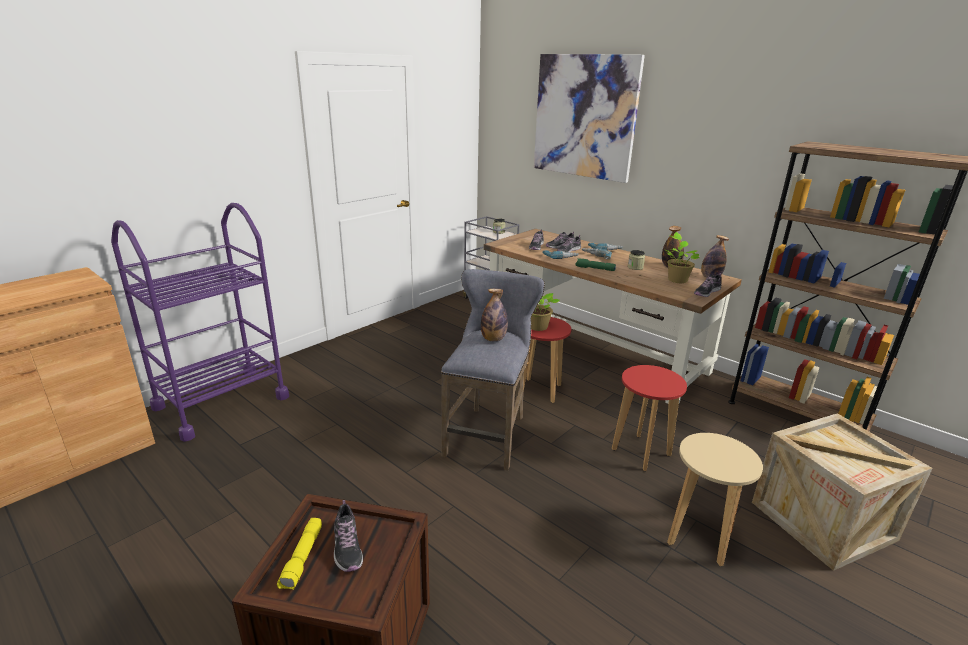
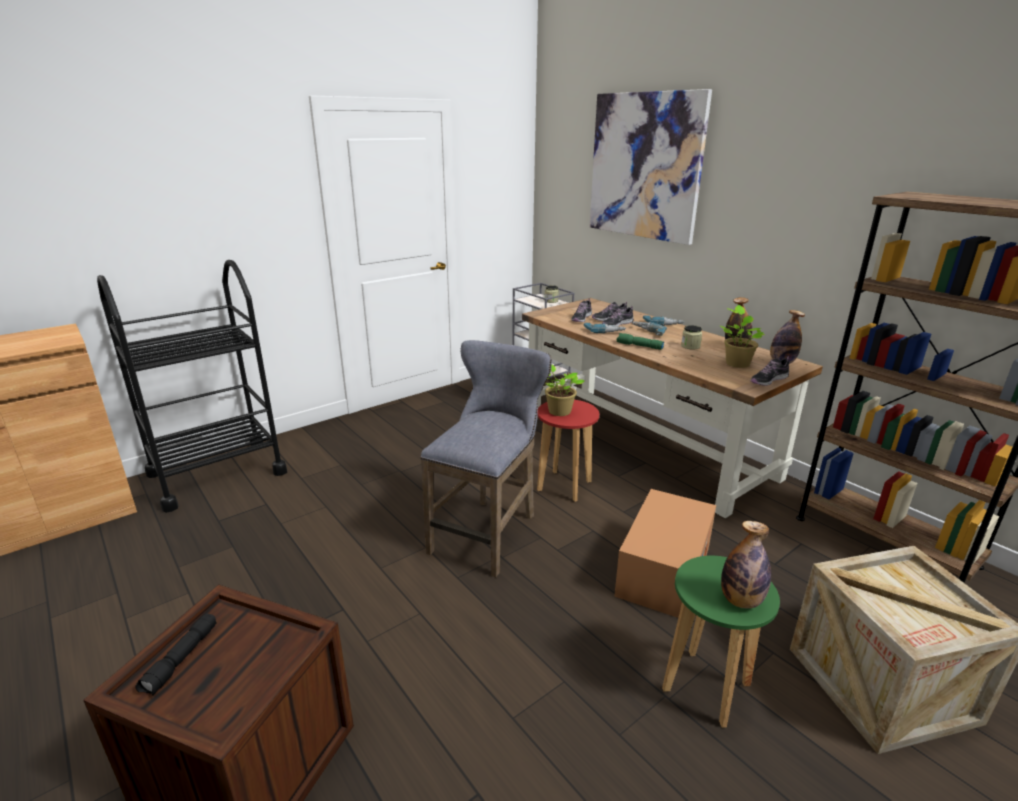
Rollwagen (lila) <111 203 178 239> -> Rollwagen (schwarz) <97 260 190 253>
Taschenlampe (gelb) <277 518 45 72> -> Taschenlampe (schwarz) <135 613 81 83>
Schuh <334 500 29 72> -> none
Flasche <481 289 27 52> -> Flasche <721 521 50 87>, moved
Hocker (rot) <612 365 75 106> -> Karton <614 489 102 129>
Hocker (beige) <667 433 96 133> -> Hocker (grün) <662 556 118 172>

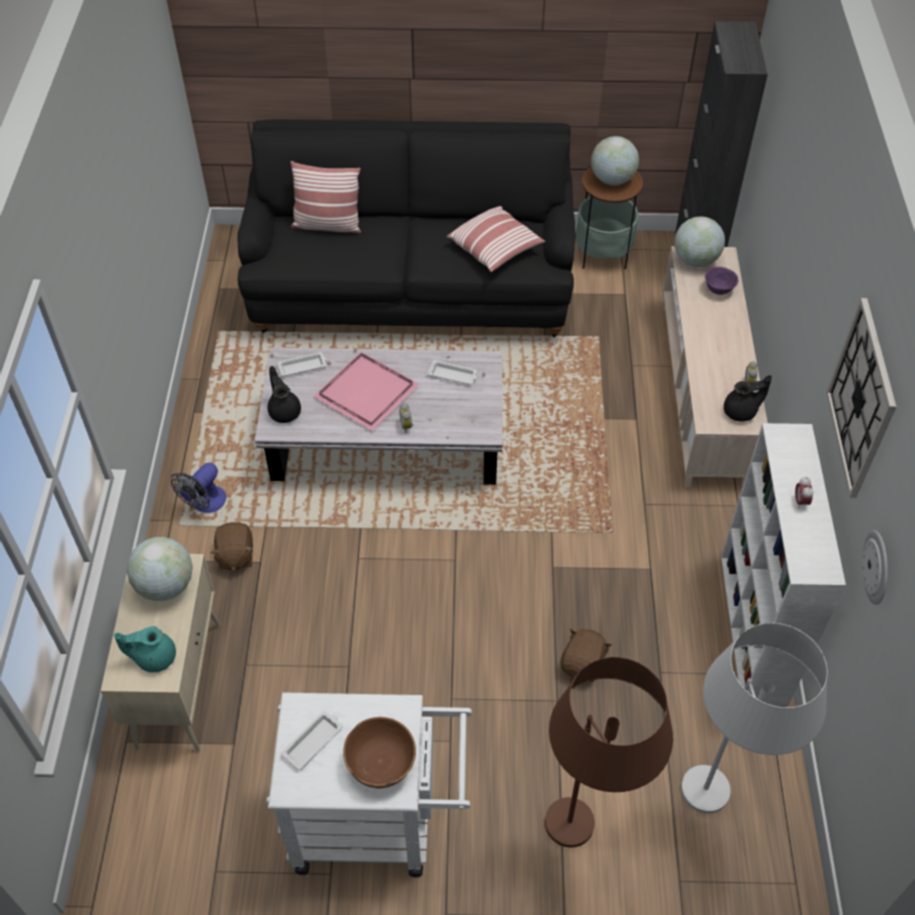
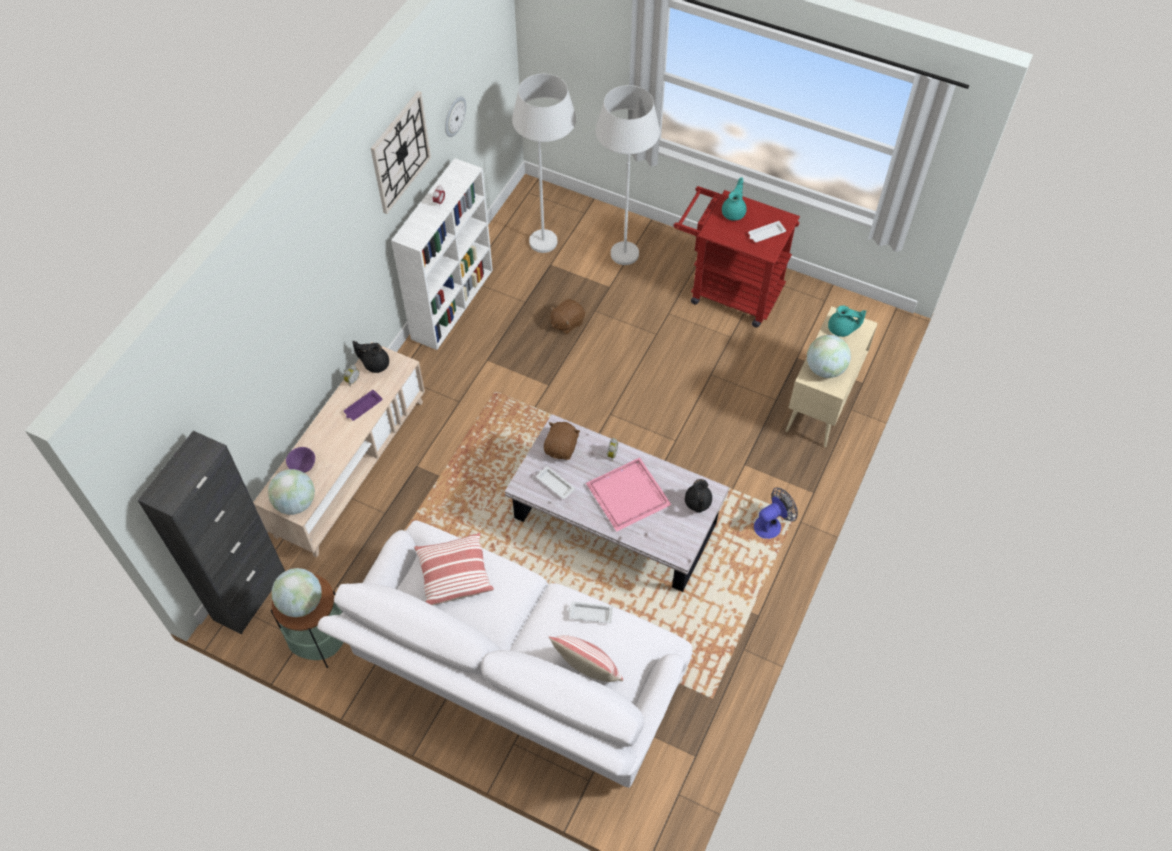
Plüschtier (braun) <211 522 42 49> -> Plüschtier (braun) <544 422 36 38>, moved
Sofa (schwarz) <237 119 339 218> -> Sofa (weiß) <317 520 376 268>
Rollwagen (weiß) <266 692 206 185> -> Rollwagen (rot) <673 186 127 142>
Tablett (weiß) <277 352 50 25> -> Tablett (weiß) <568 602 45 21>, moved
Schüssel (braun) <343 717 73 72> -> Teekanne (türkis) <722 177 25 43>
Stehlampe (braun) <545 657 128 191> -> Stehlampe (weiß) <596 85 64 180>
none -> Tablett (lila) <344 390 39 31>

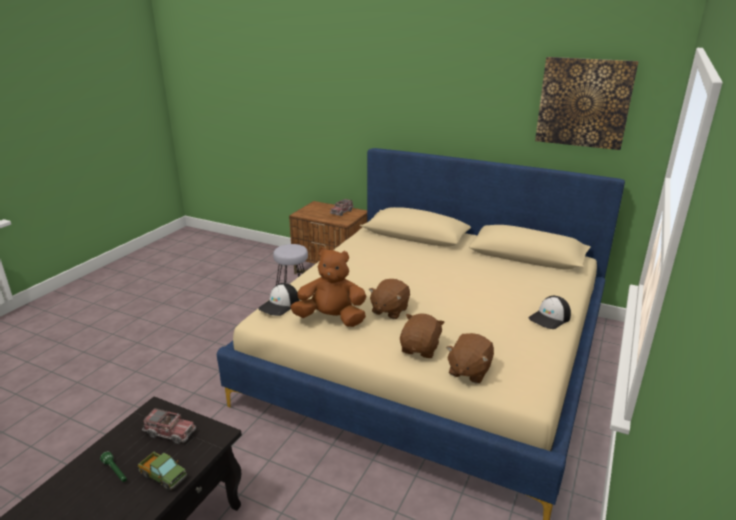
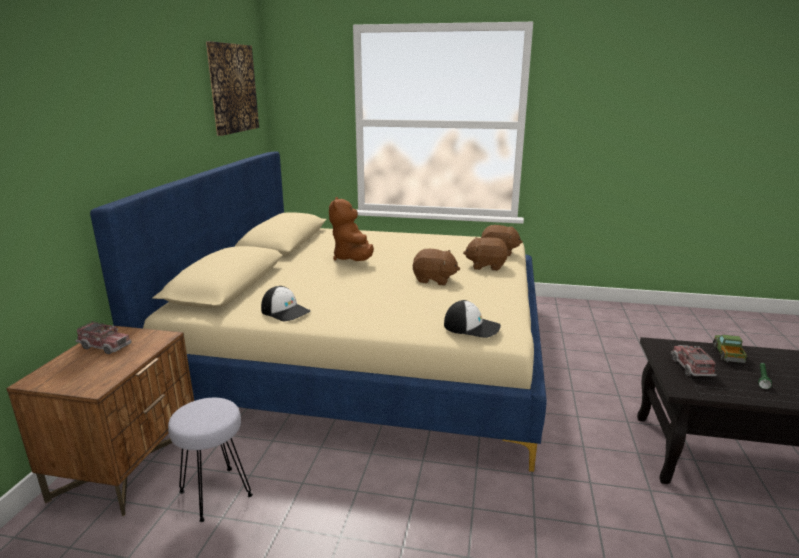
Plüschtier (braun) <290 247 76 80> -> Plüschtier (braun) <329 197 45 64>, moved
Kappe <529 296 42 33> -> Kappe <261 286 49 36>, moved

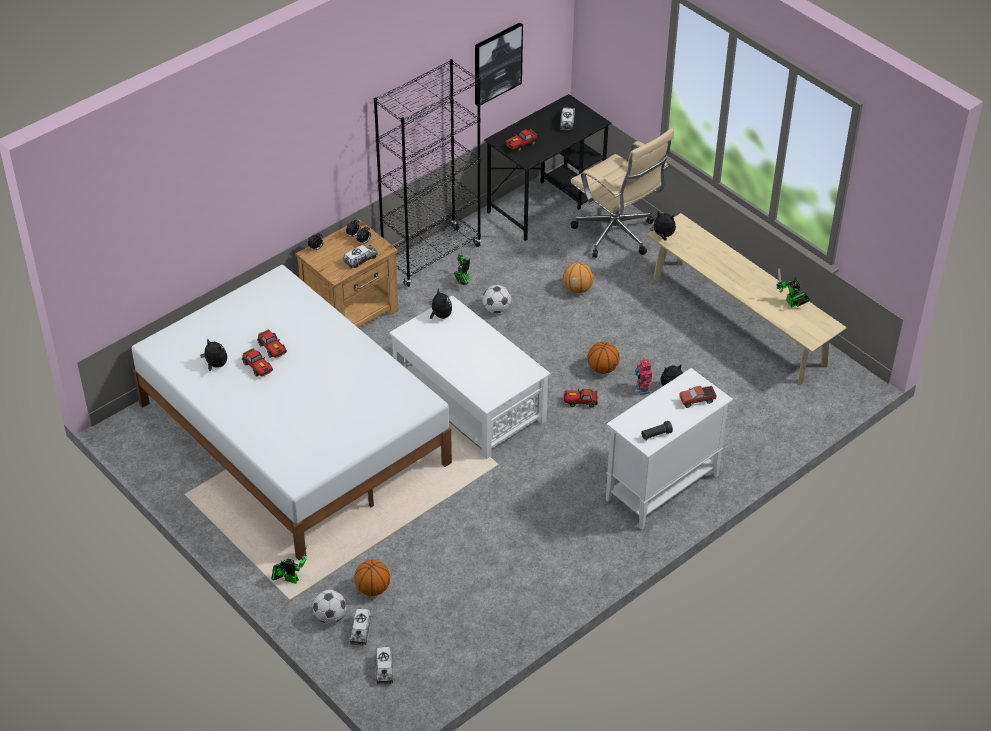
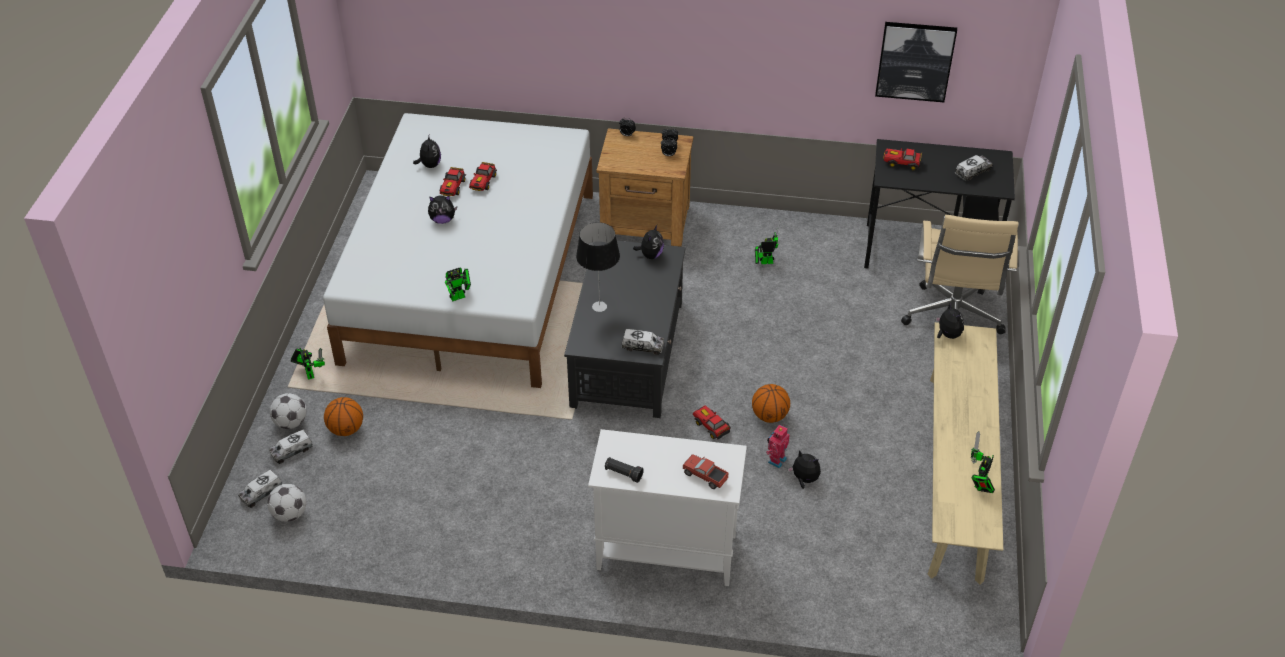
Spielzeuglaster <343 245 35 24> -> Spielzeuglaster <621 329 43 26>, moved
Bücherregal (schwarz) <374 59 108 228> -> none
Couchtisch (weiß) <389 295 162 164> -> Couchtisch (schwarz) <564 241 122 177>
Fußball <482 285 29 29> -> Fußball <267 484 39 38>, moved
Basketball <563 262 31 31> -> none
none -> Plüschtier <428 196 29 28>
none -> Spielzeugroboter <445 268 26 33>
none -> Tischlampe <576 222 44 90>

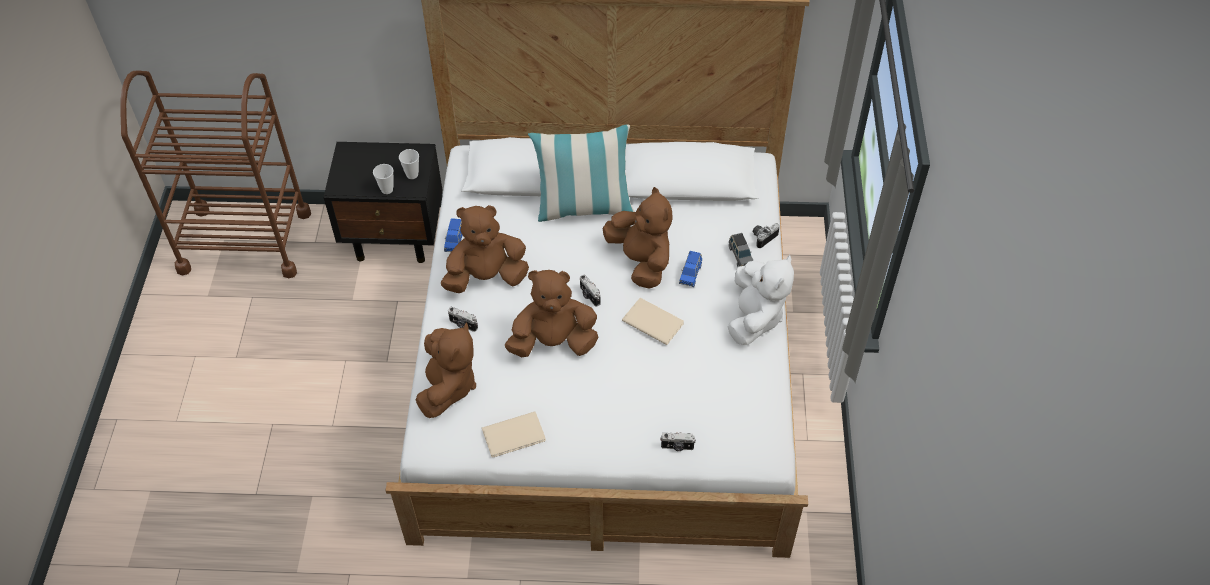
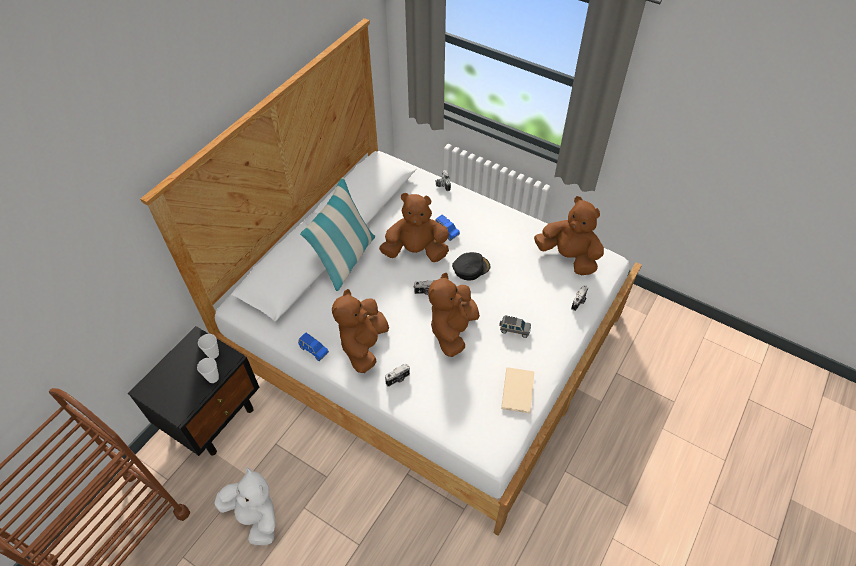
Plüschtier (braun) <415 322 61 96> -> Plüschtier (braun) <534 196 70 79>, moved
Buch (beige) <622 298 62 47> -> Kappe (schwarz) <452 252 38 28>
Plüschtier (weiß) <728 255 66 90> -> Plüschtier (weiß) <214 467 62 78>, moved
Spielzeugauto (grau) <729 233 24 34> -> Spielzeugauto (grau) <499 315 32 23>, moved

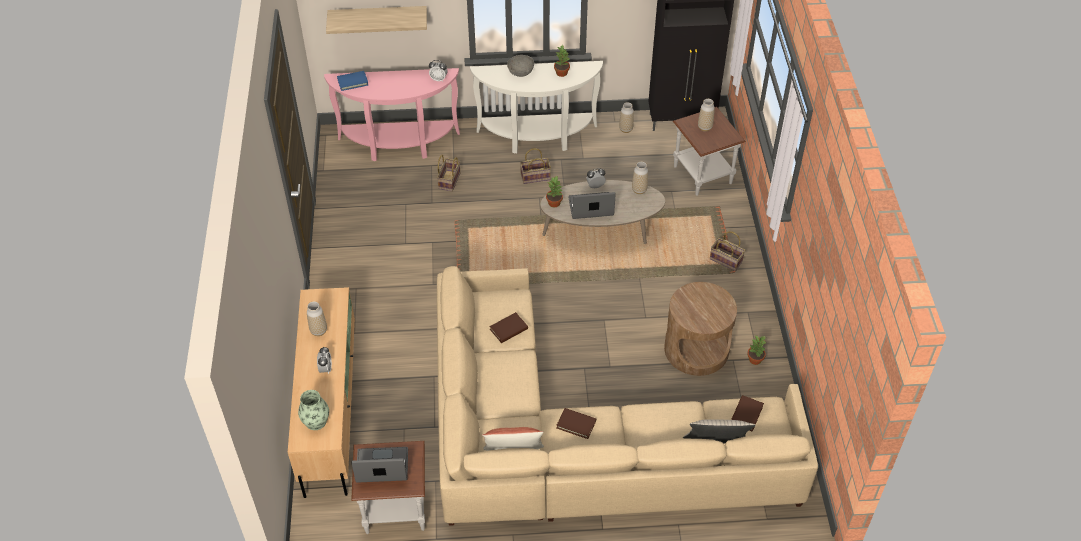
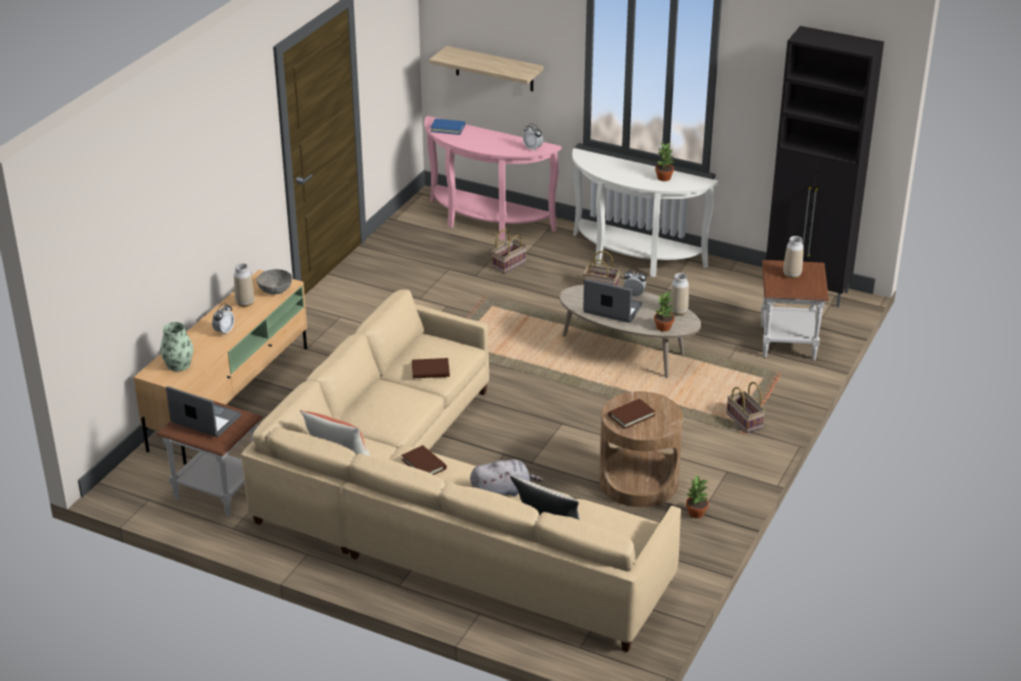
Schüssel (grau) <507 55 27 22> -> Schüssel (grau) <256 269 36 26>, moved
Topfpflanze <546 176 17 31> -> Topfpflanze <654 291 21 41>, moved
Vase <619 102 15 31> -> none
Buch (braun) <731 395 33 37> -> Buch (braun) <608 399 47 30>, moved
none -> Plüschtier (grau) <470 459 73 38>

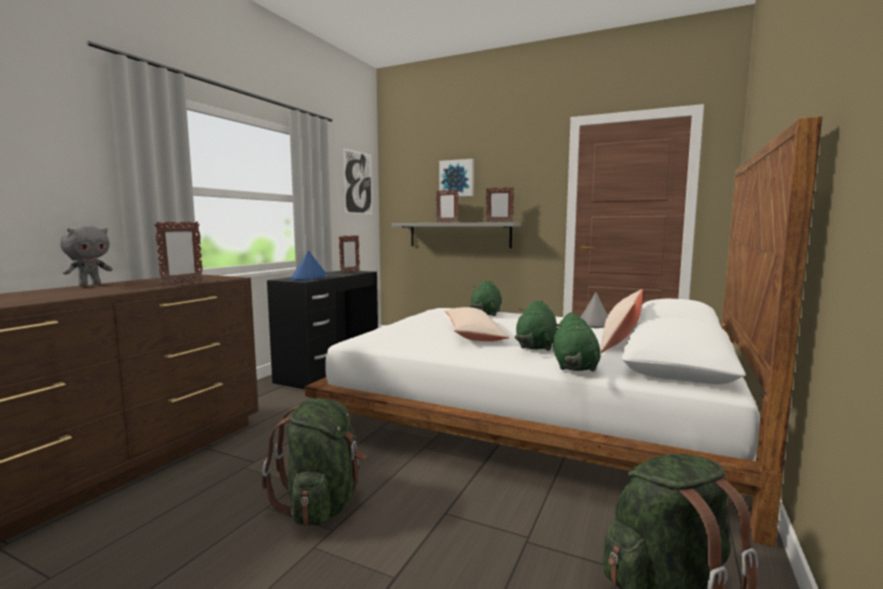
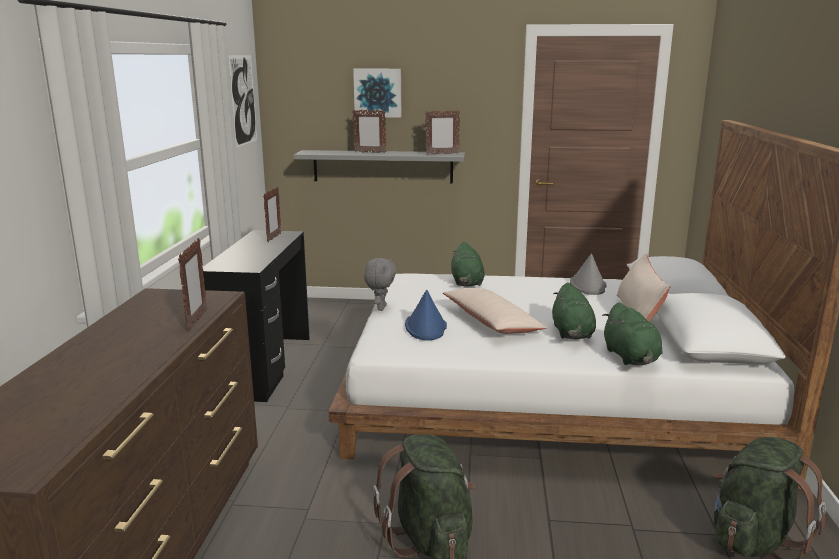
Plüschtier (grau) <60 225 52 61> -> Plüschtier (grau) <364 258 33 53>, moved
Hut (blau) <290 250 38 31> -> Hut (blau) <405 290 42 50>, moved

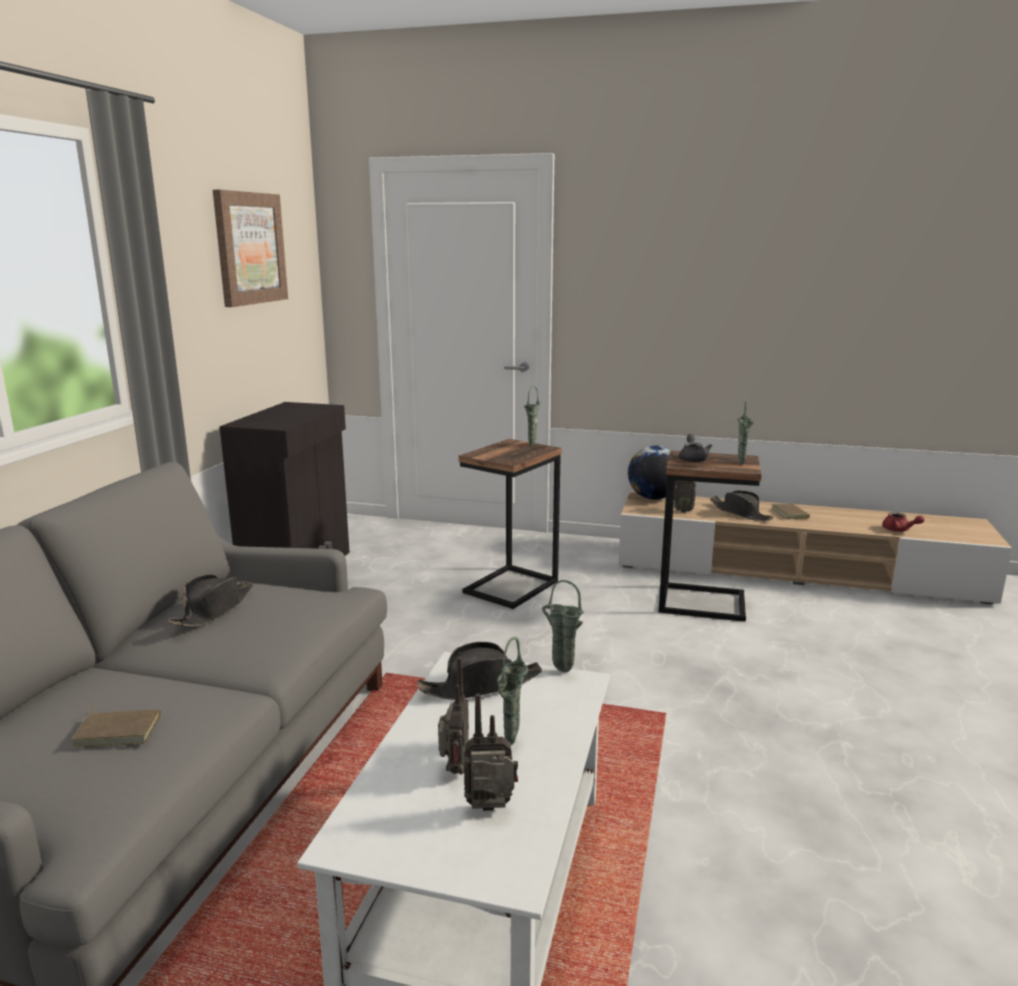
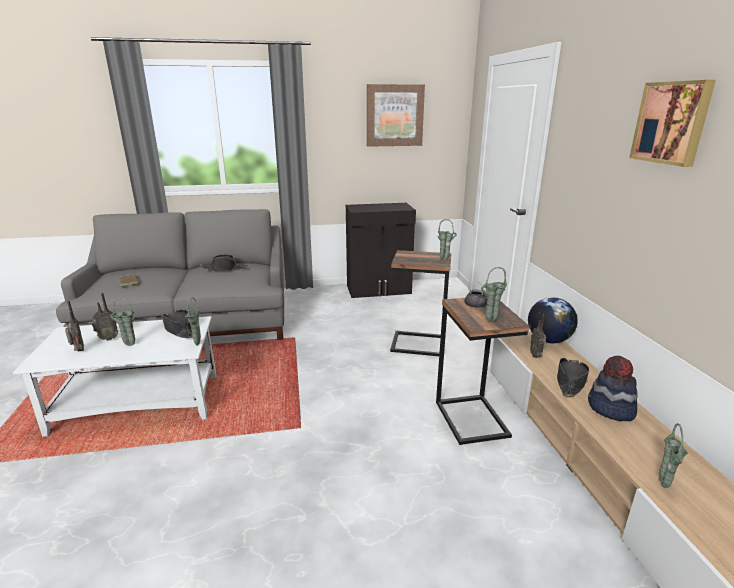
Buch (braun) <772 503 38 16> -> Hut <588 356 50 65>
Teekanne (rot) <882 512 43 20> -> Vase (grün) <659 423 29 65>
none -> Bild <629 80 87 87>

